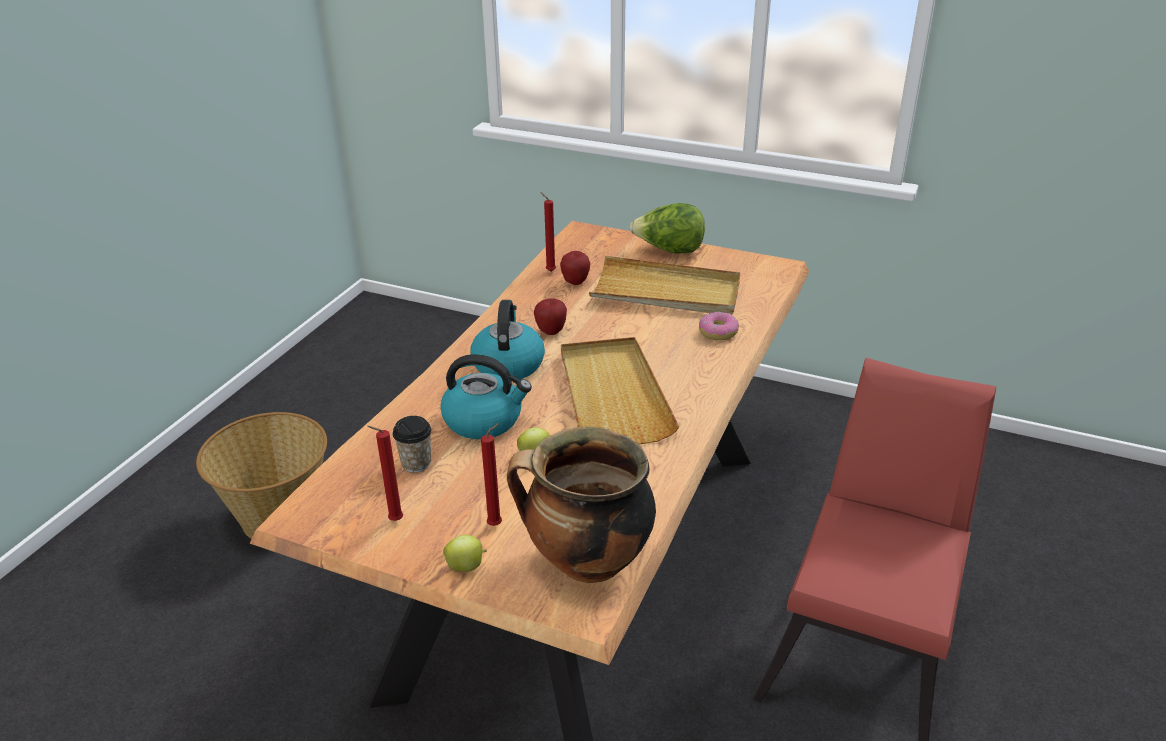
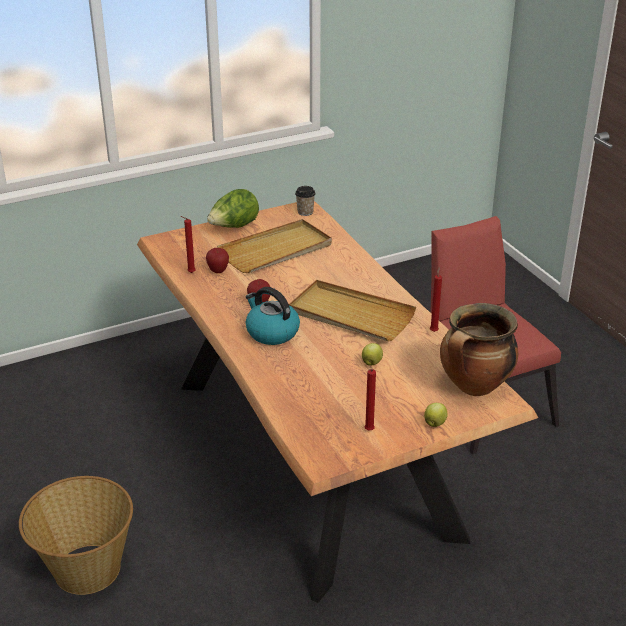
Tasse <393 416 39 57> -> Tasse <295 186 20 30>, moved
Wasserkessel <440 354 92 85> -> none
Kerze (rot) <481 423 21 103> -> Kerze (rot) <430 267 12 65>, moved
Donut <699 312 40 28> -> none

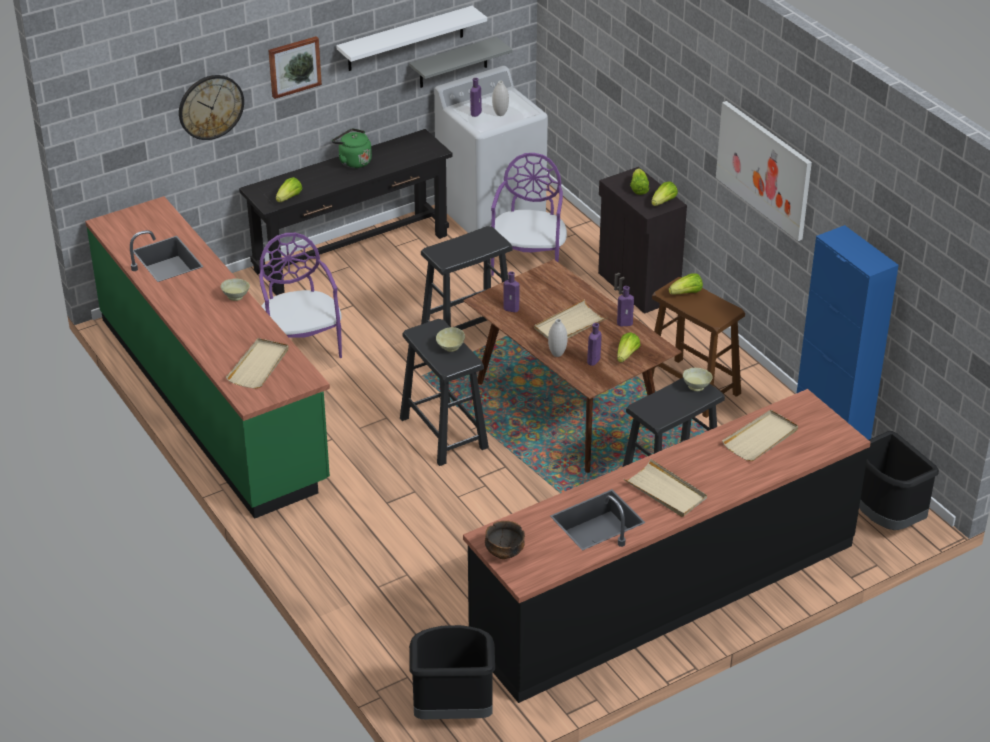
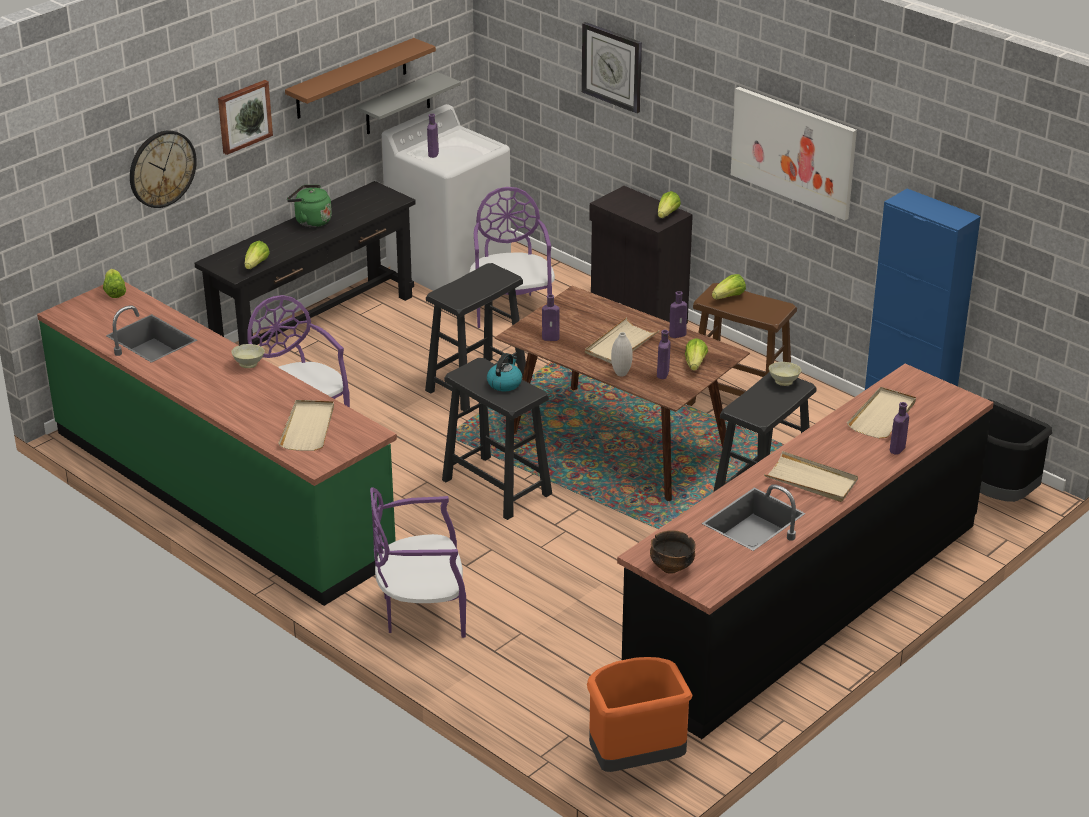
Wandregal (weiß) <336 6 151 65> -> Wandregal (braun) <285 38 151 81>
Mülleimer (schwarz) <409 625 86 94> -> Mülleimer (orange) <587 657 106 115>
Schüssel (beige) <436 327 29 25> -> Wasserkessel <487 353 35 38>
Vase (weiß) <492 81 17 35> -> none
Salatkopf <630 168 19 27> -> Salatkopf <103 269 23 29>, moved
none -> Stuhl (lila) <370 488 96 150>
none -> Wanduhr <582 22 60 92>
none -> Flasche (lila) <889 402 20 53>

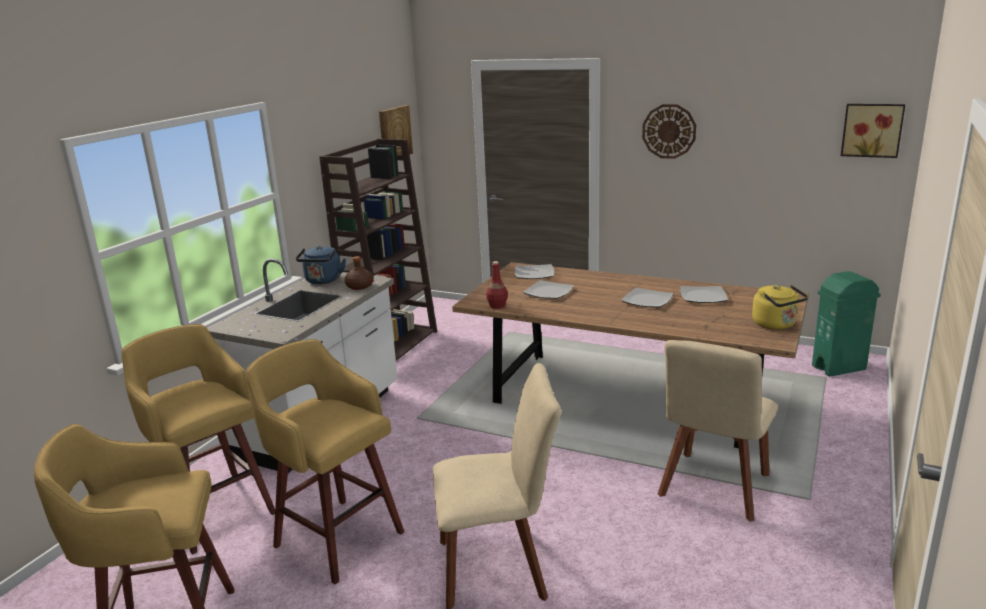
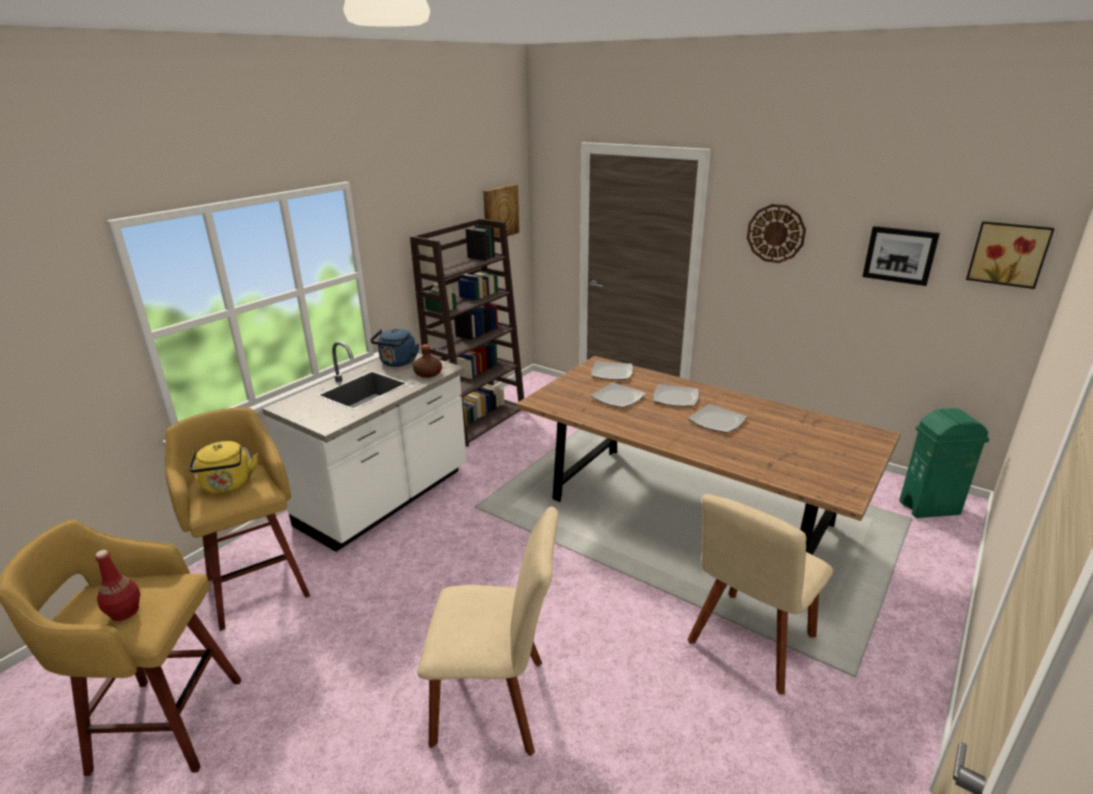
Hocker (gelb) <246 339 158 245> -> none
Flasche (rot) <486 261 22 48> -> Flasche (rot) <95 550 45 71>, moved
Teller <680 286 48 17> -> Teller <653 384 46 23>, moved
Wasserkessel (gelb) <752 285 56 44> -> Wasserkessel (gelb) <189 441 69 53>, moved
none -> Bild <862 226 78 60>

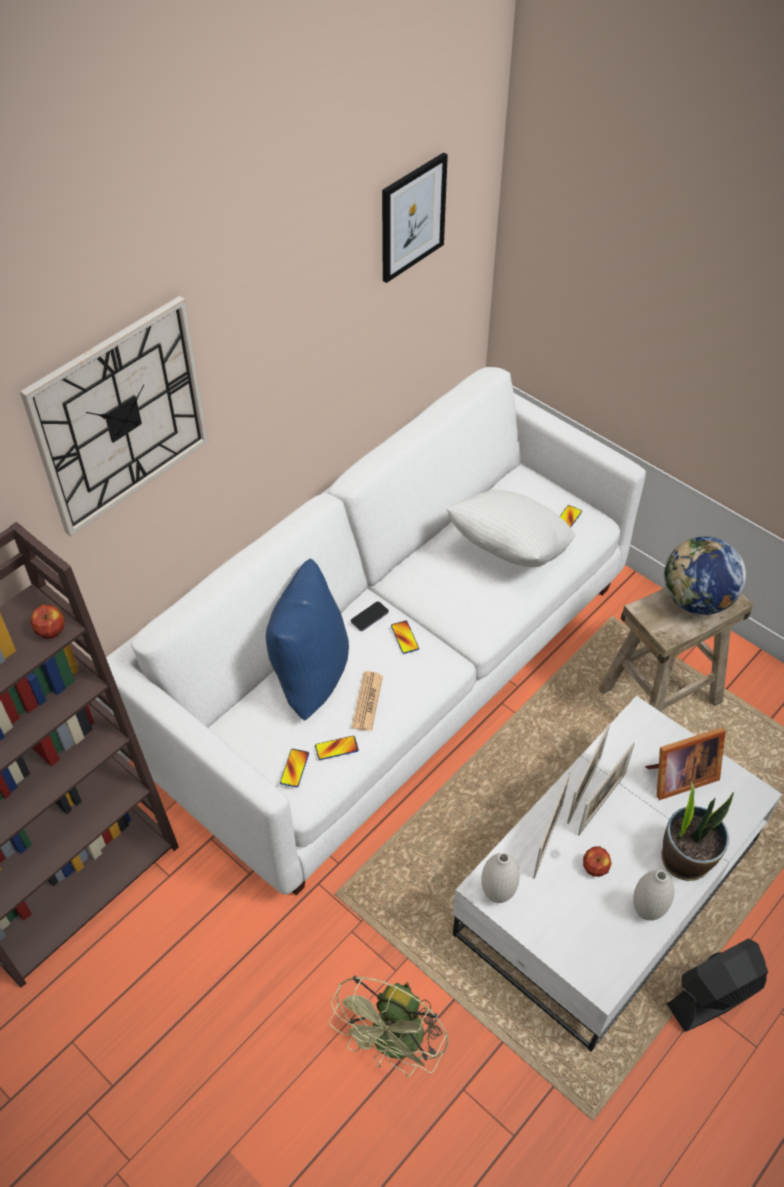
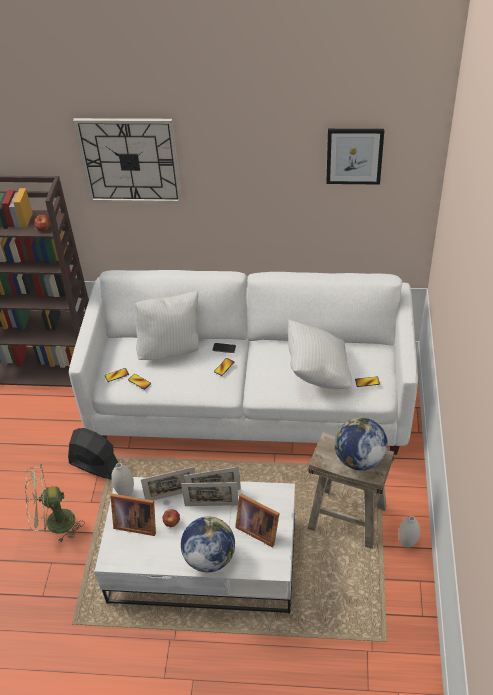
Kissen (blau) <266 559 83 162> -> Kissen (weiß) <134 291 65 69>
Zeitung <352 671 31 60> -> none
Vase (weiß) <633 870 41 51> -> Vase (weiß) <399 516 21 32>, moved
Topfpflanze <661 782 73 99> -> Globus <181 517 54 55>
Ventilator (schwarz) <666 938 102 94> -> Ventilator (schwarz) <68 428 50 52>, moved
none -> Bilderrahmen <111 494 45 42>

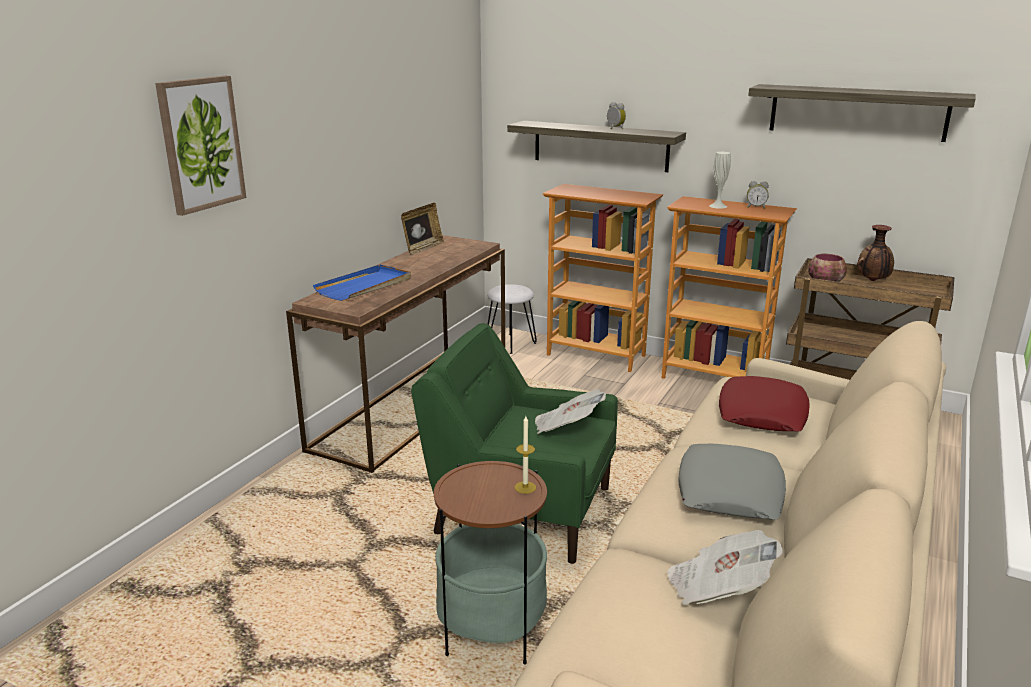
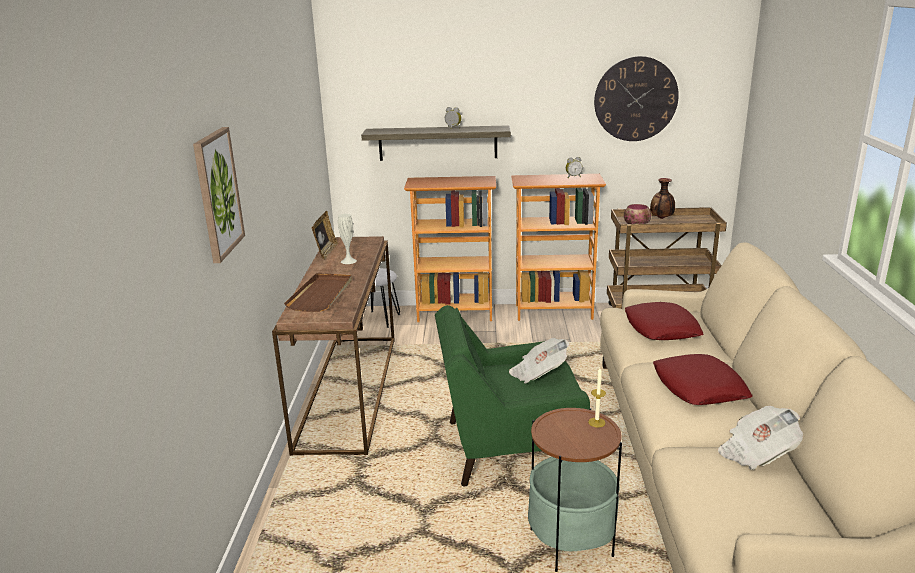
Tablett (blau) <313 265 98 36> -> Tablett (braun) <284 273 68 39>
Kissen (grau) <679 444 107 75> -> Kissen (rot) <653 354 100 51>
Vase (weiß) <709 152 22 57> -> Vase (weiß) <338 214 19 50>, moved
Wandregal <748 84 228 58> -> Wanduhr <594 56 85 85>

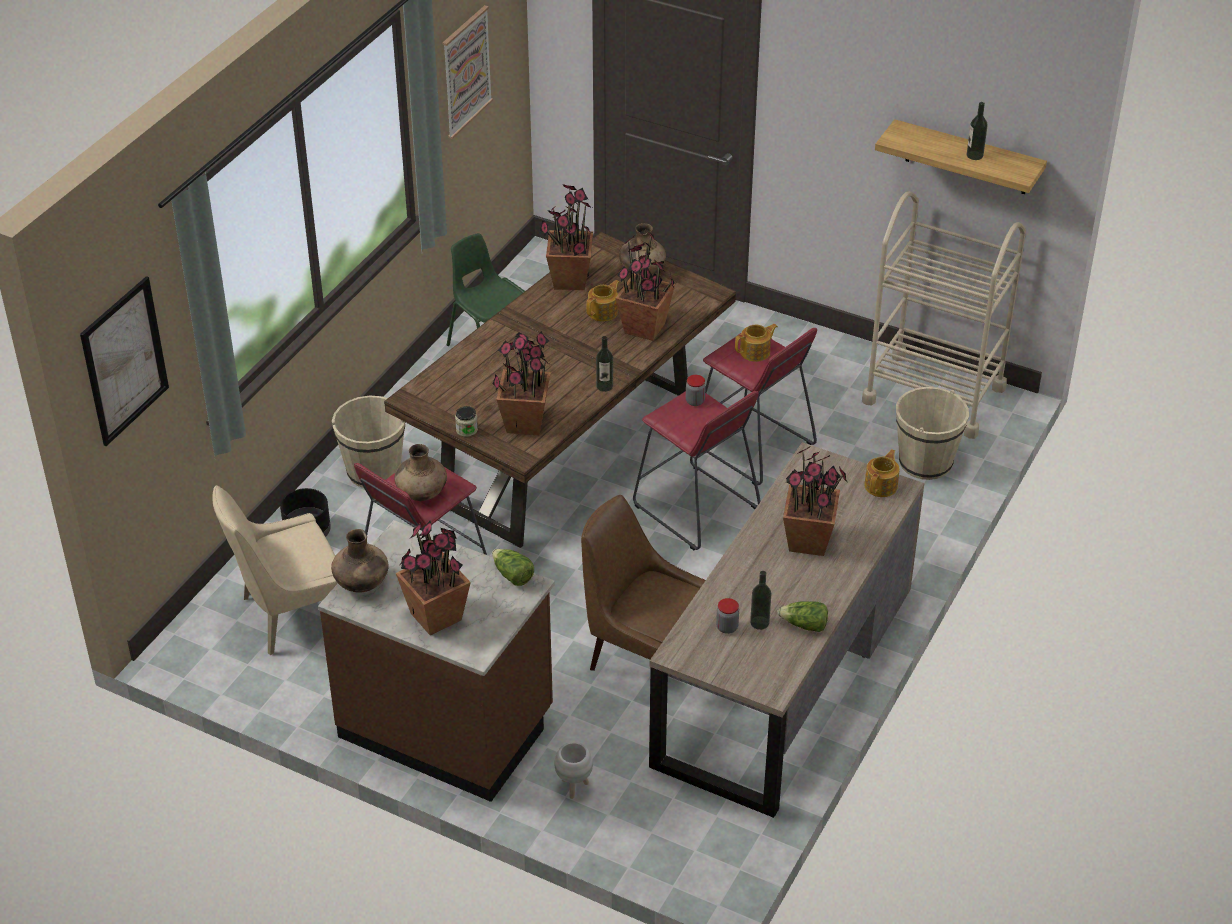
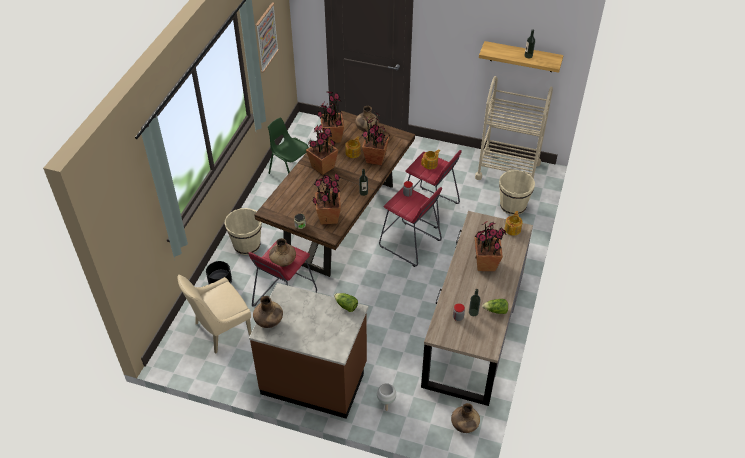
Bild <80 276 89 170> -> none
Topfpflanze <396 521 75 114> -> Topfpflanze <306 124 32 51>, moved
Stuhl (braun) <581 495 125 176> -> none
none -> Vase (braun) <451 403 29 30>

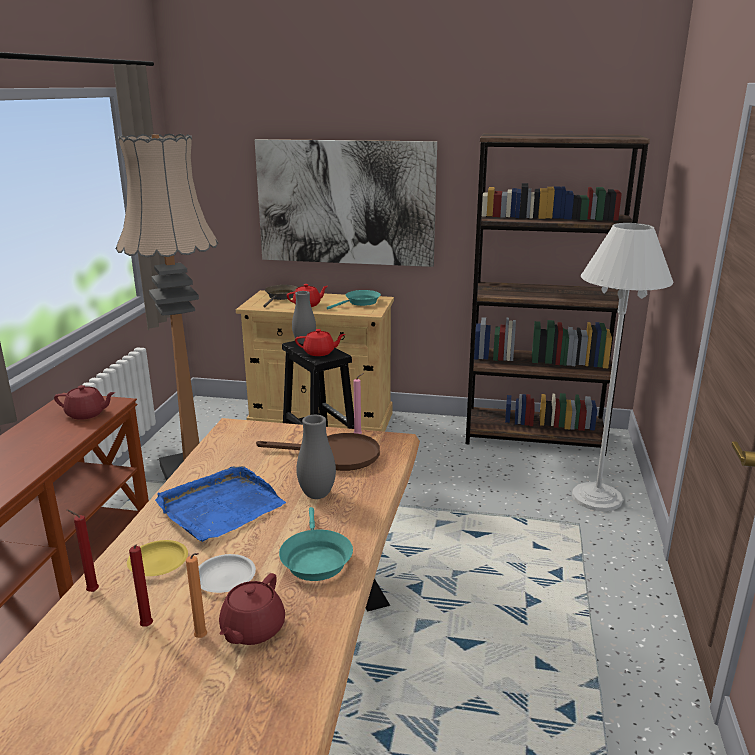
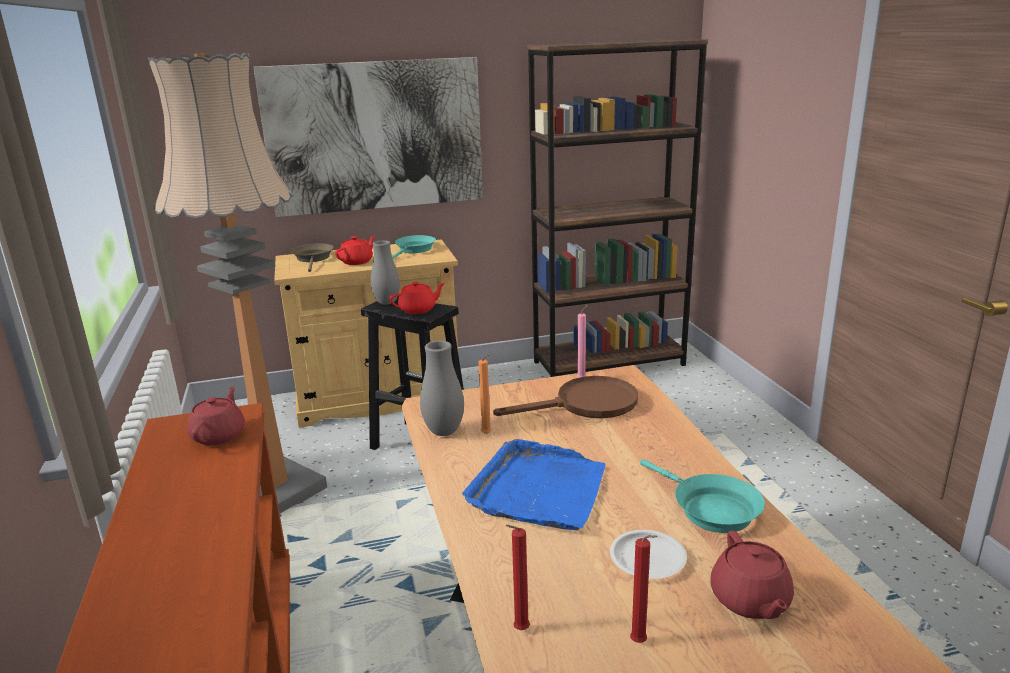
Teekanne (rot) <54 385 61 35> -> Teekanne (rot) <187 386 58 59>, 60 degrees counterclockwise
Teller (gelb) <127 540 61 36> -> none
Kerze (orange) <186 553 21 85> -> Kerze (orange) <478 353 14 81>, moved
Vase (grau) <296 415 40 84> -> Vase (grau) <420 340 44 96>, moved
Stehlampe (weiß) <572 223 102 288> -> none

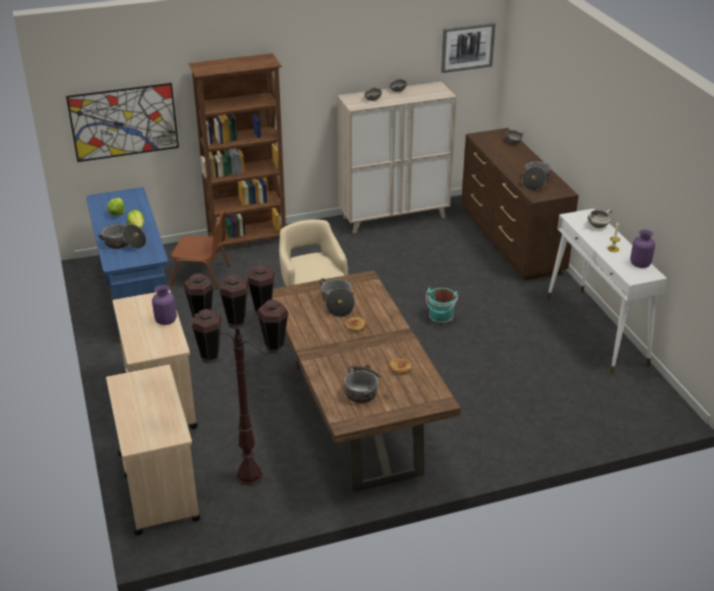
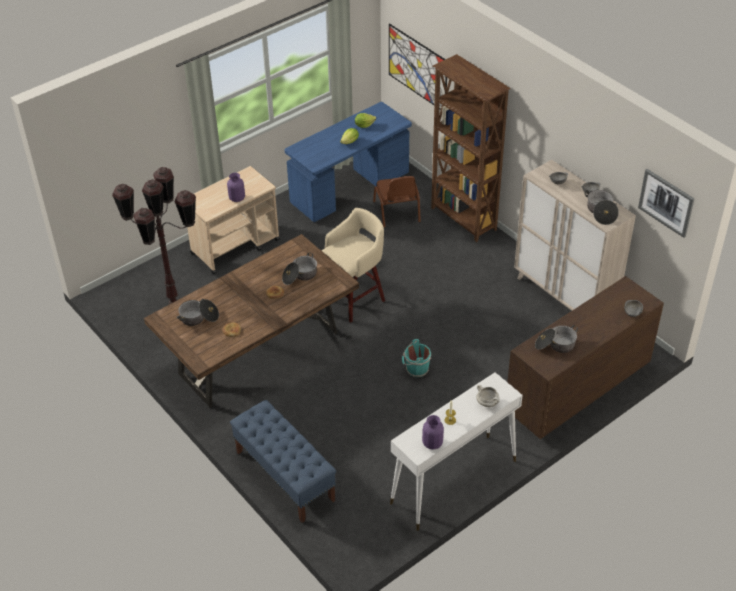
Kochtopf <97 224 49 25> -> Kochtopf <584 190 35 35>, moved
Rollwagen (beige) <106 364 95 171> -> none
none -> Bank (blau) <230 400 106 123>

